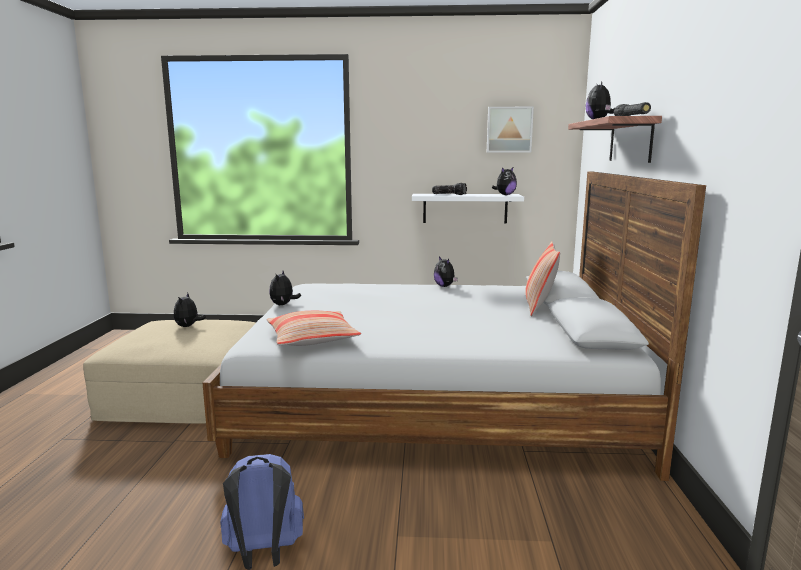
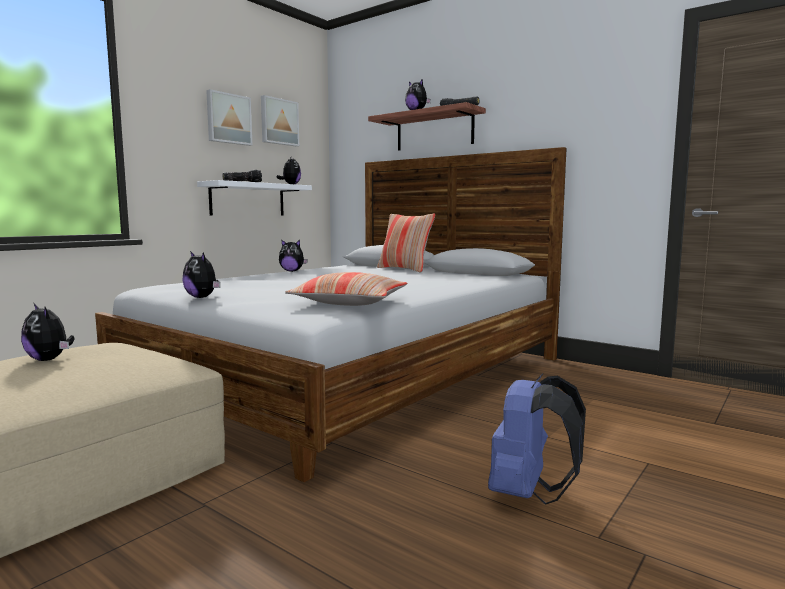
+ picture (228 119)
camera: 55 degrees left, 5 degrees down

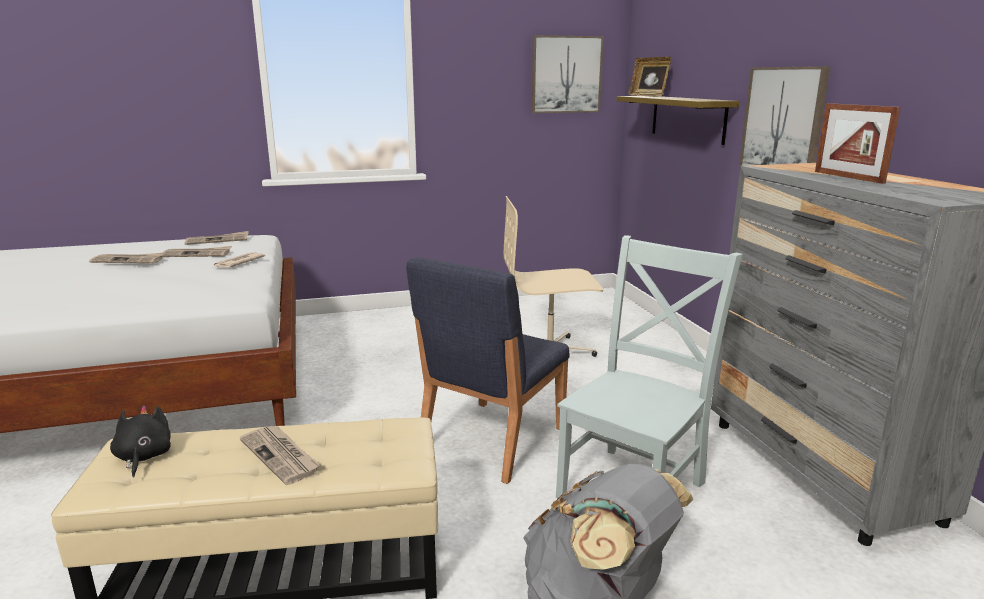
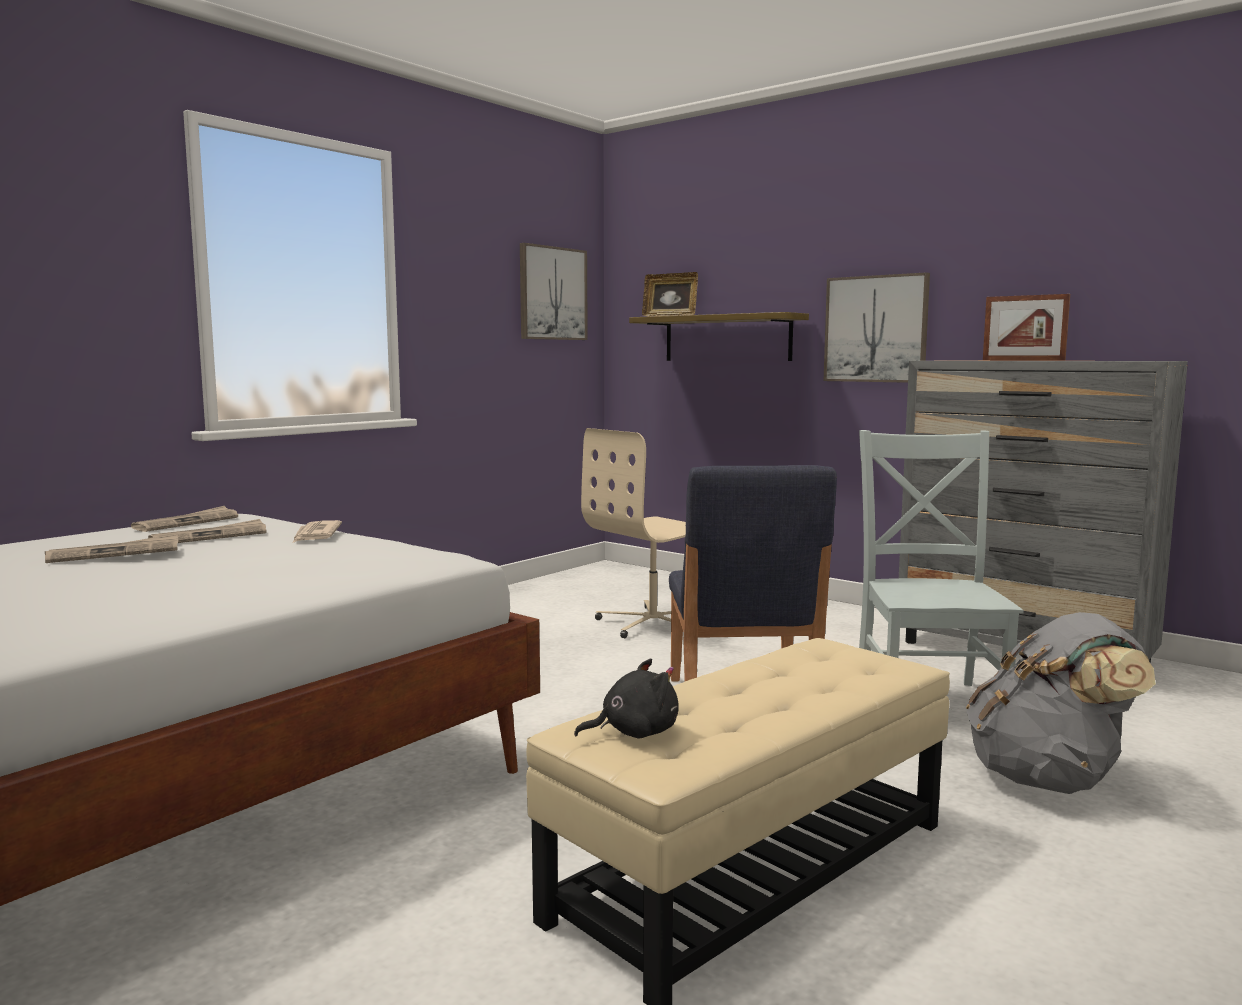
~ black_cuddly_toy (143 457) = (634 733) 120 degrees clockwise
- printed_paper (281 456)
camera: 35 degrees left, 10 degrees down

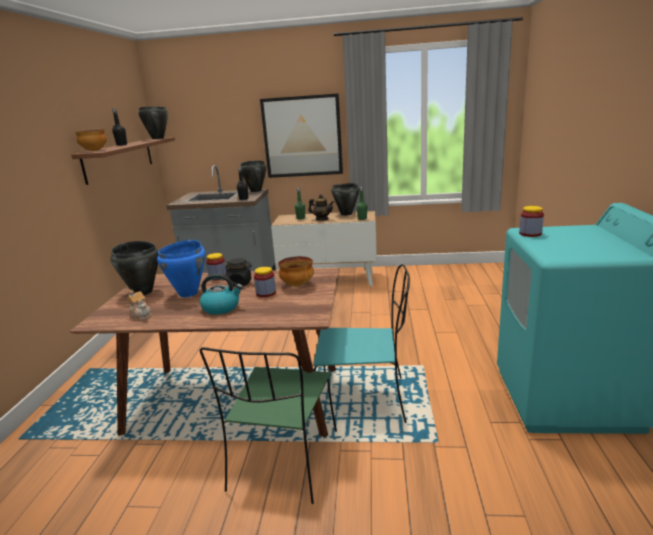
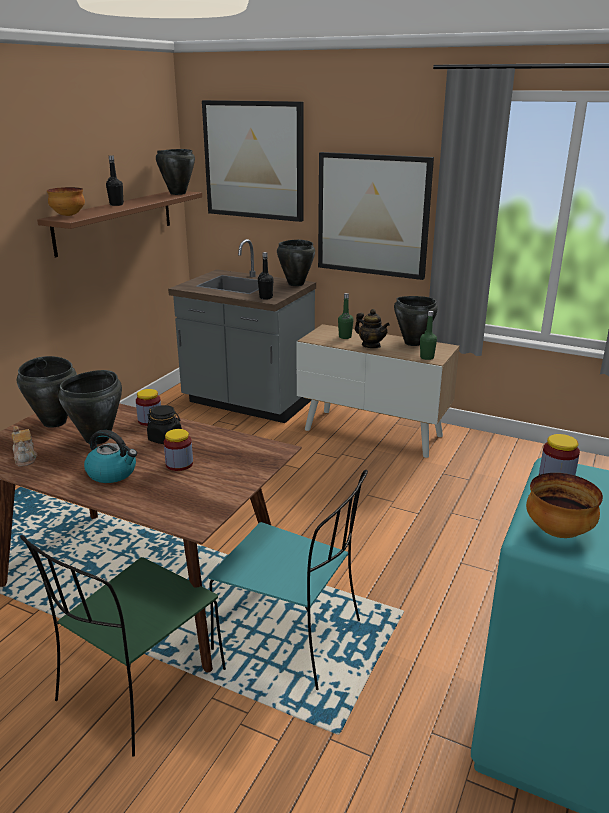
~ bluish_stockpot (189 293) to black_stockpot (98 439)
~ deep_dish (297 285) to (557 531)
+ picture (254 160)
camera: 20 degrees right, 5 degrees up

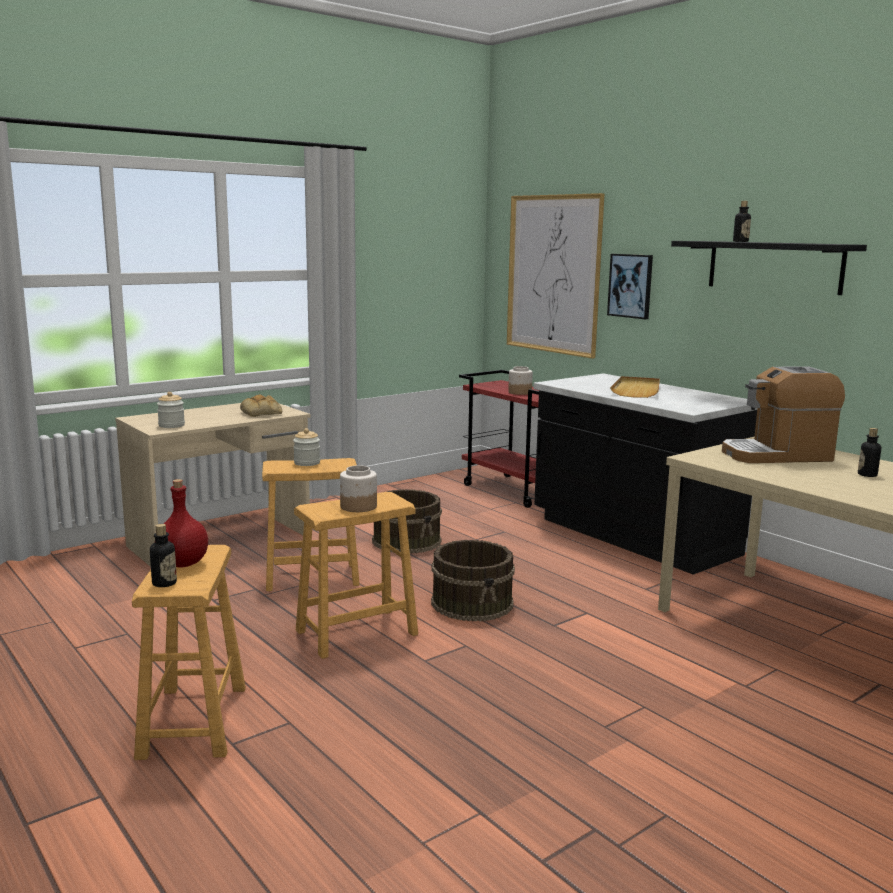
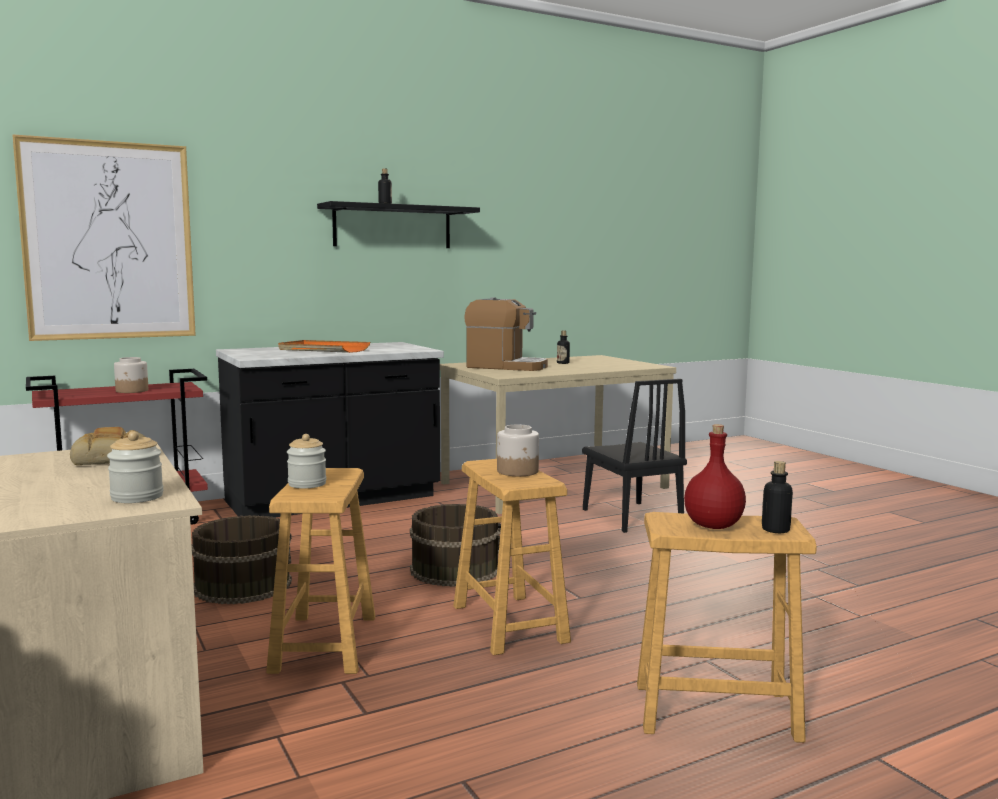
- picture (630 286)
~ coffee_machine (777 455) = (506 367) 75 degrees counterclockwise
~ beige_carrying_tray (637 390) to orangey_carrying_tray (323 350)
+ black_upright_chair (631 516)
camera: 80 degrees left, 5 degrees down

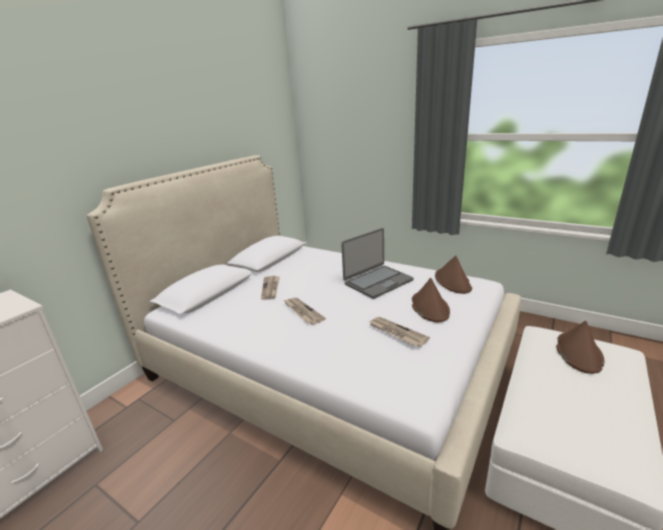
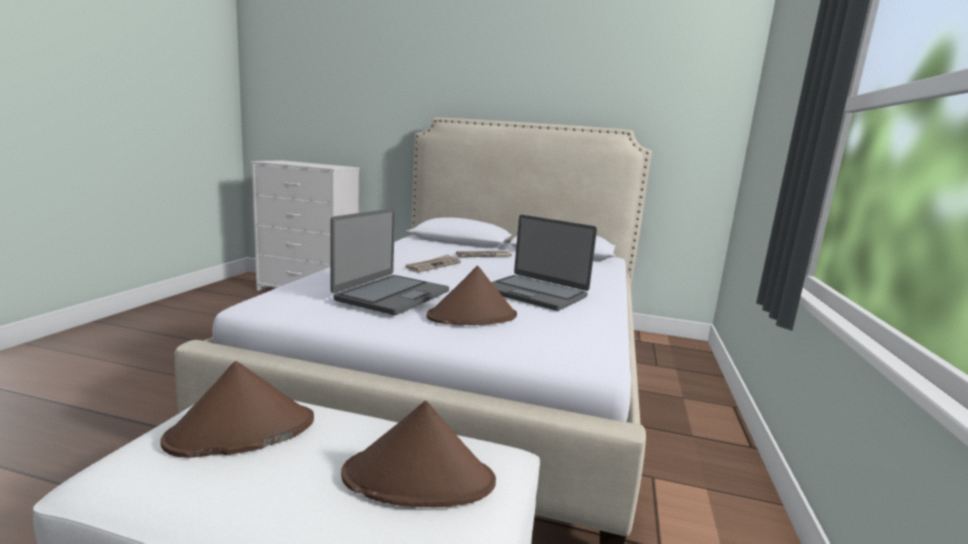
~ brown-coloured_wearable_hat (452 282) to (241 432)
~ printed_paper (396 333) to notebook_computer (391 295)
camera: 70 degrees right, 10 degrees down

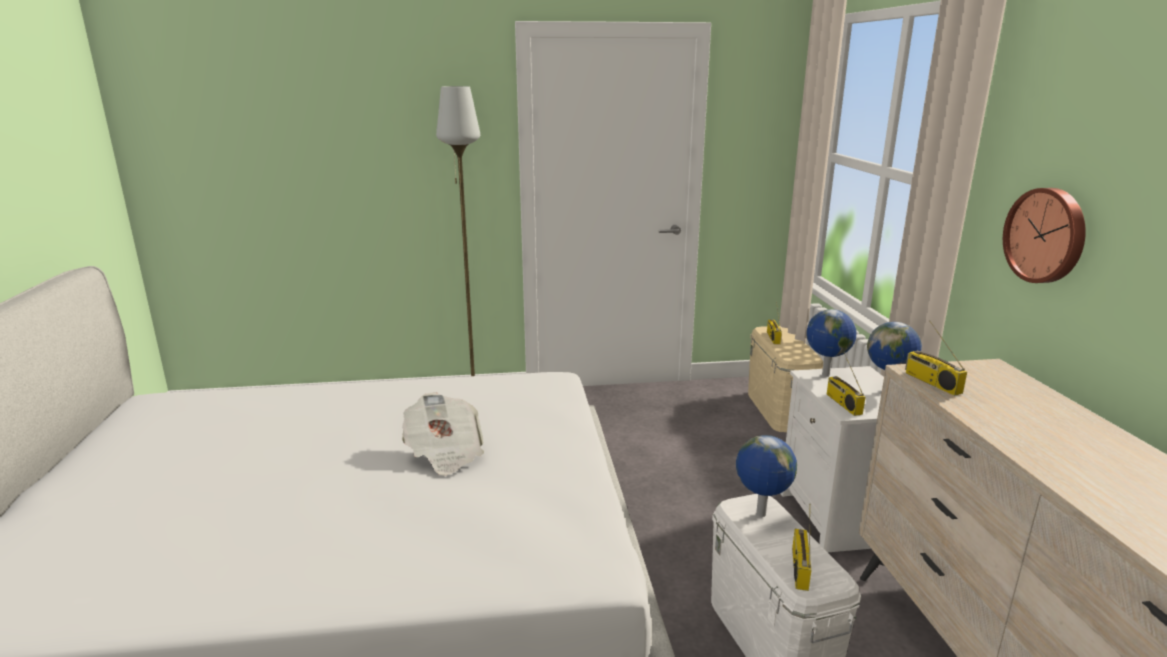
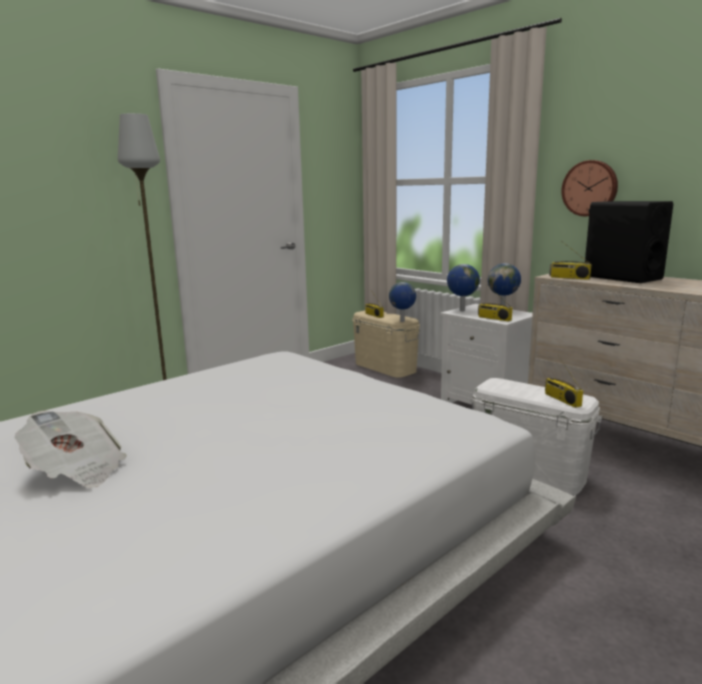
~ printed_paper (445 453) to (77 470)
~ world_globe (760 514) to (402 321)
+ black_loudspeaker (622 277)
camera: 35 degrees left, 5 degrees down

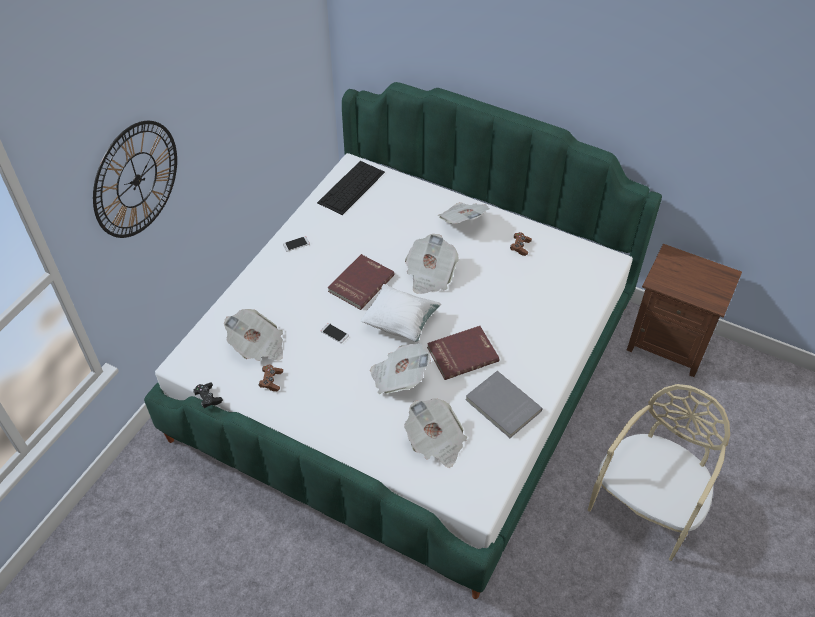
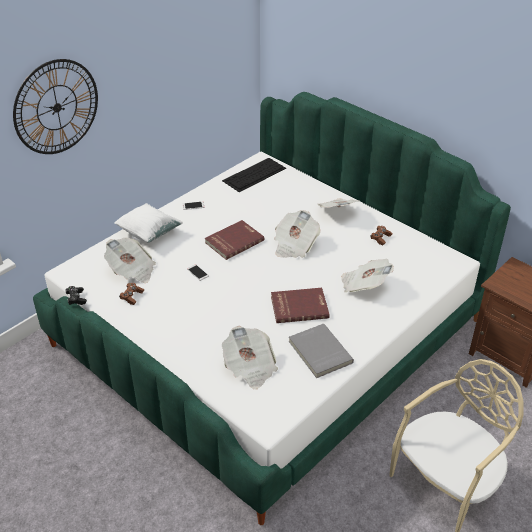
~ white_cushion (400 323) to (149 233)
~ printed_paper (399 377) to (364 285)
camera: 15 degrees right, 10 degrees down

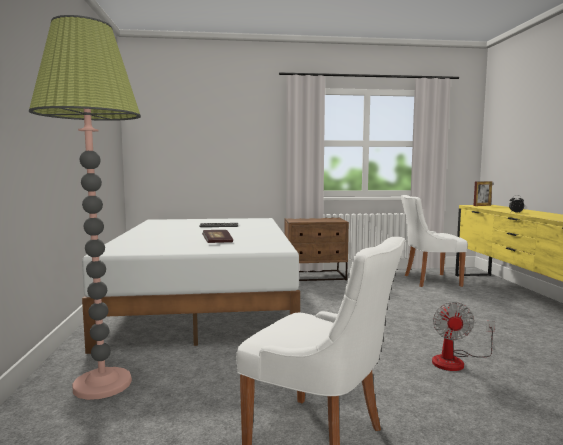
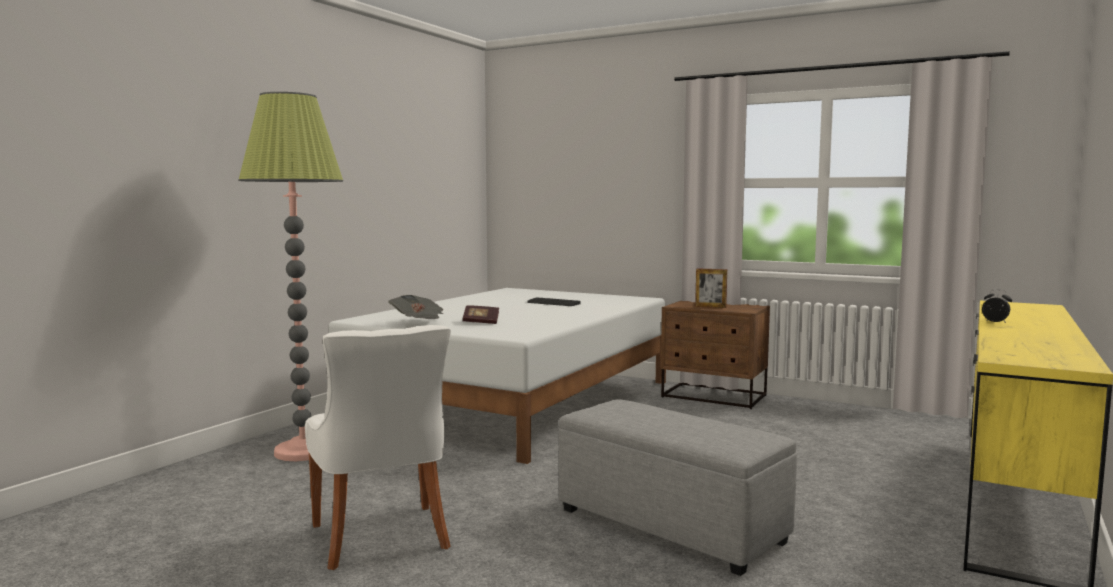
~ standing_frame (482 205) to (710 307)
- white_upright_chair (429 280)
~ fan (455 361) to gray_footrest (671 526)
+ printed_paper (418 323)
camera: 35 degrees right, 0 degrees up

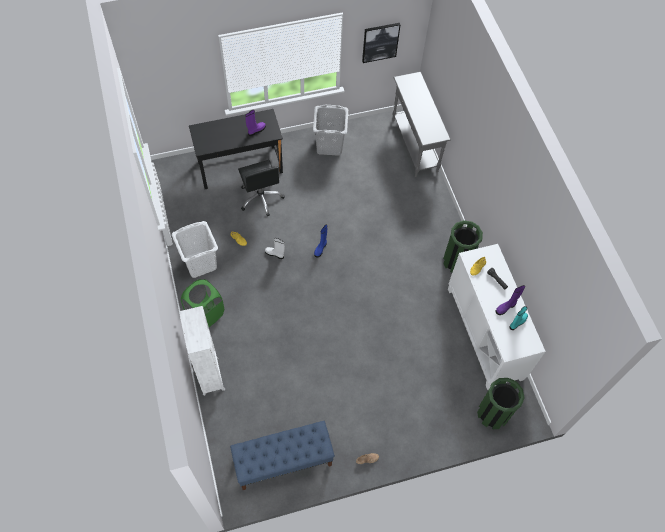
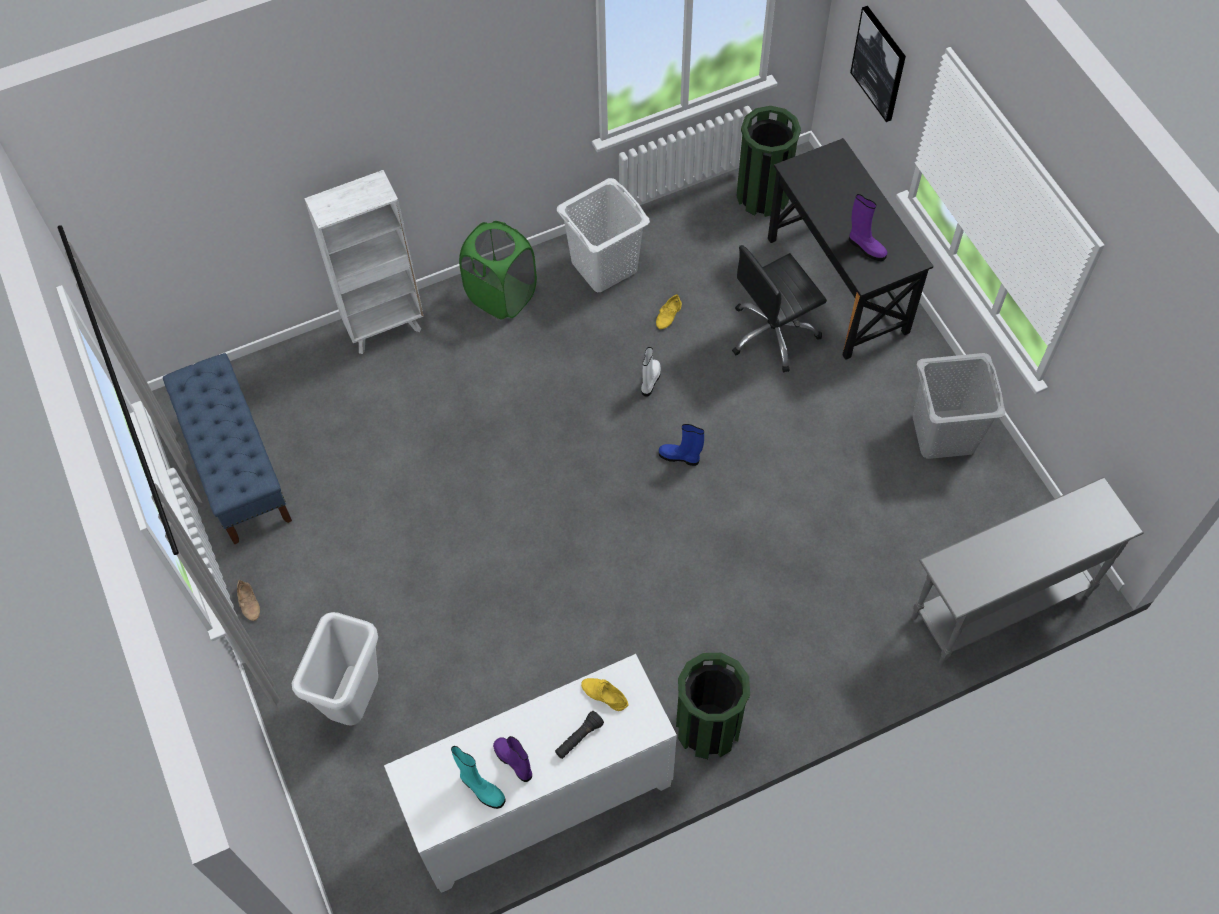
~ picture (380 42) to (879 63)
~ greenish_trash_can (493 414) to (763 195)
+ white_trash_can (356 702)
camera: 85 degrees right, 0 degrees up

